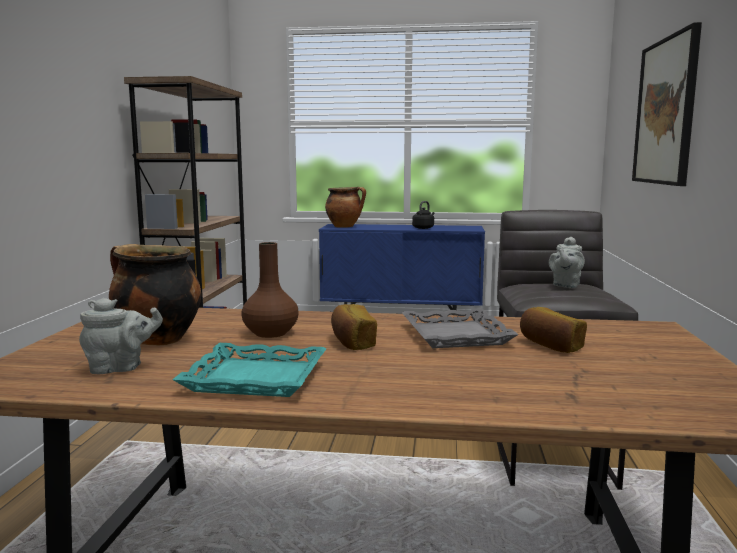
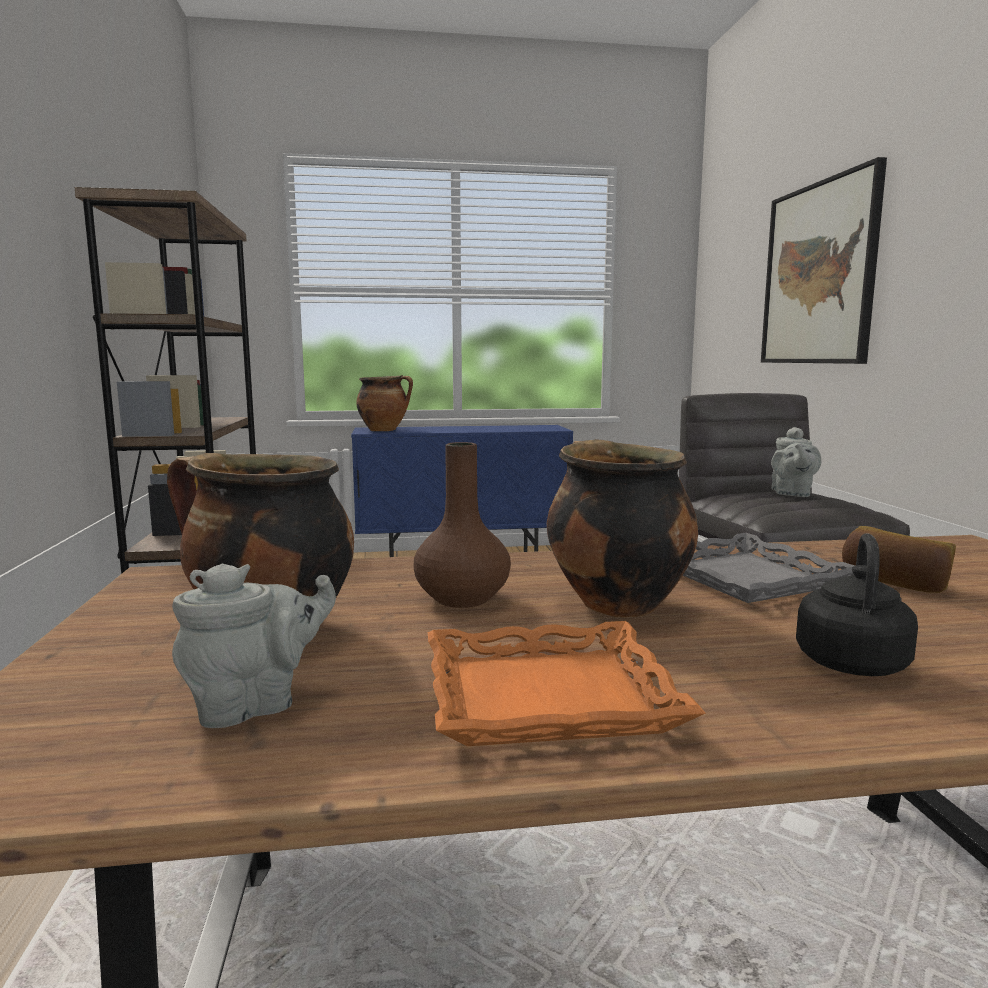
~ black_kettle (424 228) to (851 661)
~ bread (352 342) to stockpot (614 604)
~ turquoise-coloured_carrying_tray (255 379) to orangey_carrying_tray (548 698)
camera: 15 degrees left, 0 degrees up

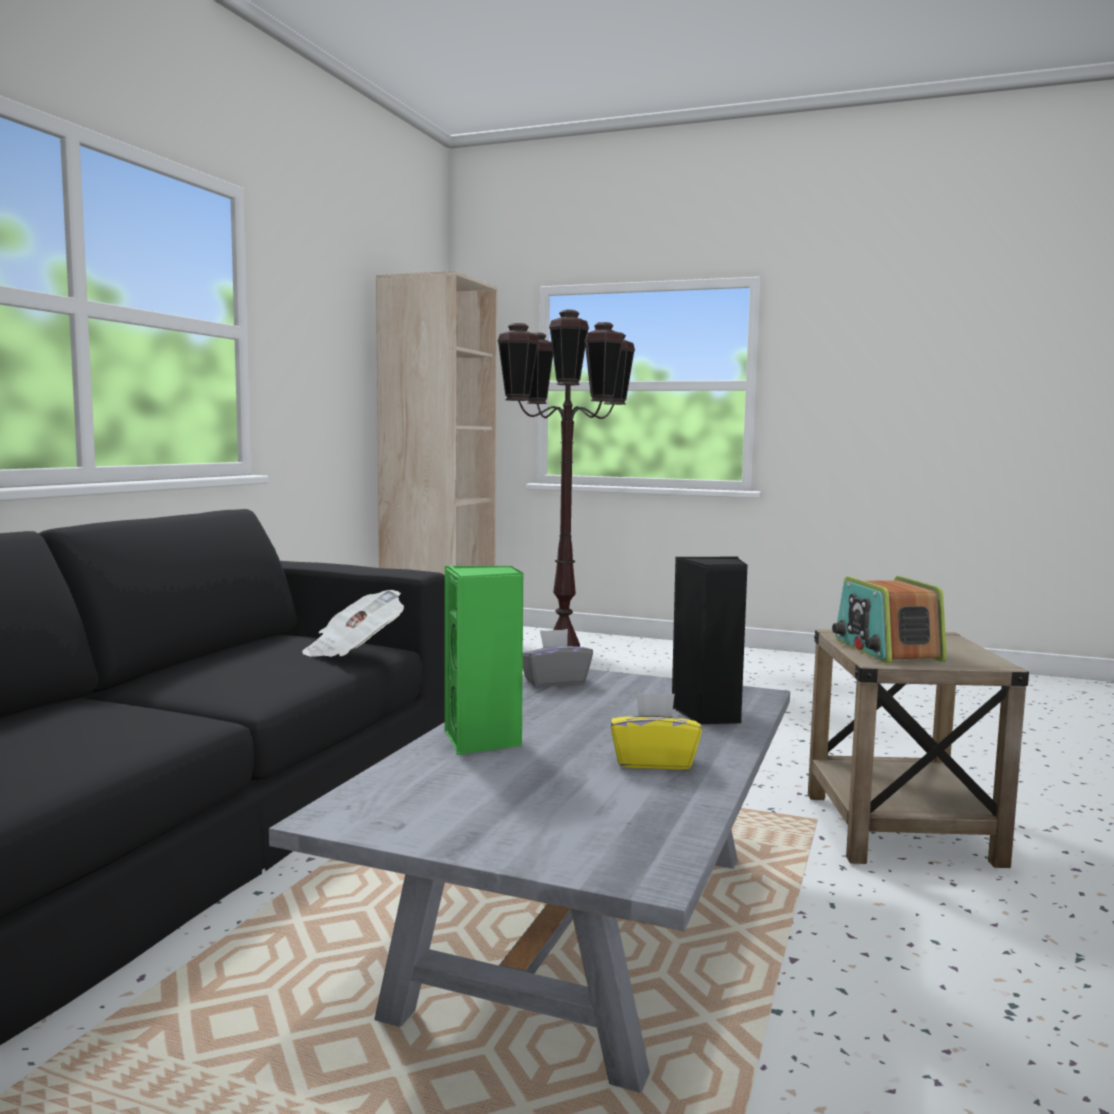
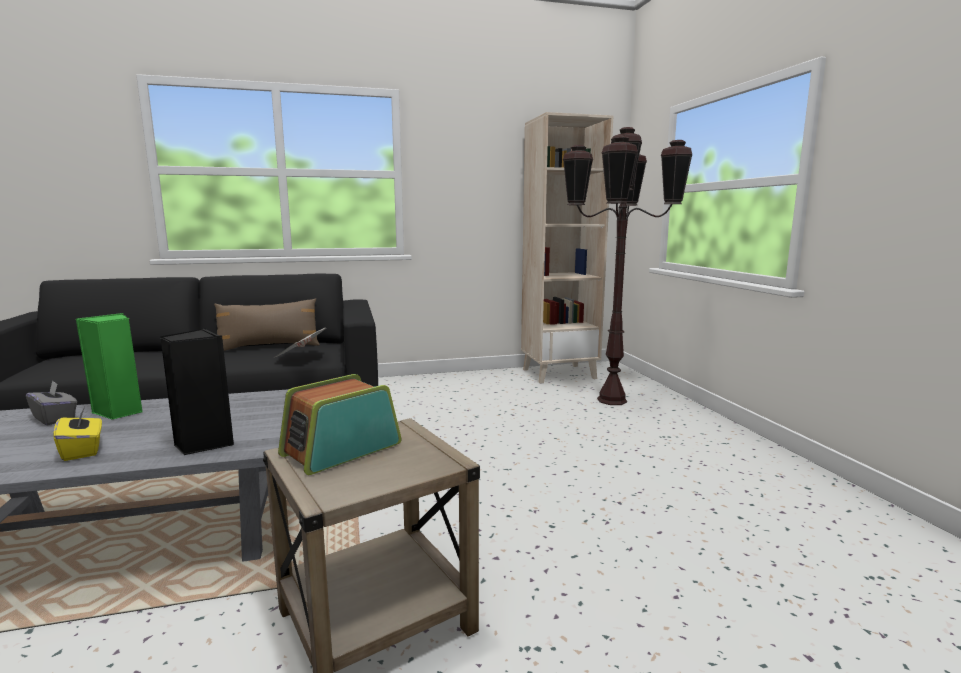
~ gray_tissue_holder (554 681) to (55 418)
+ brown-coloured_cushion (269 347)
camera: 55 degrees right, 5 degrees up

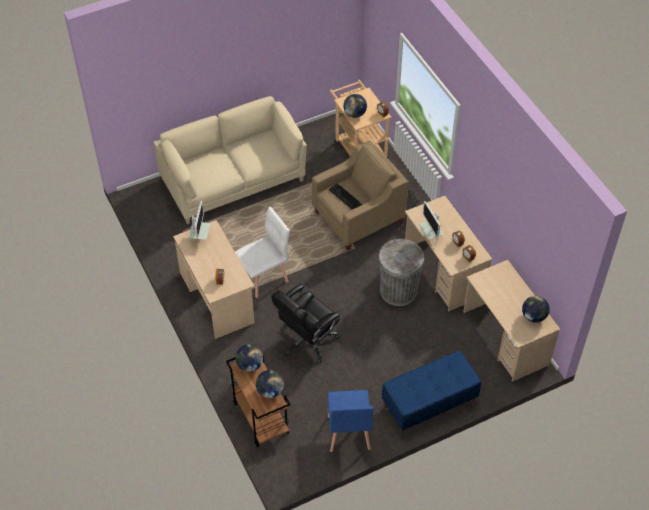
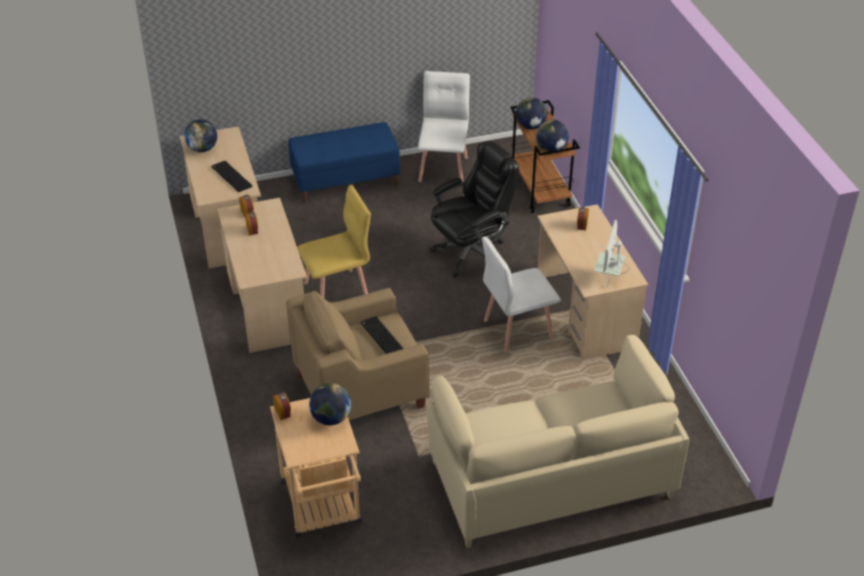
- monitor (431 236)
~ gray_trash_can (398 291) to yellow_upright_chair (337 291)
~ bluish_upright_chair (348 433) to white_upright_chair (443 169)
+ keyboard (230 177)
camera: 170 degrees left, 10 degrees down

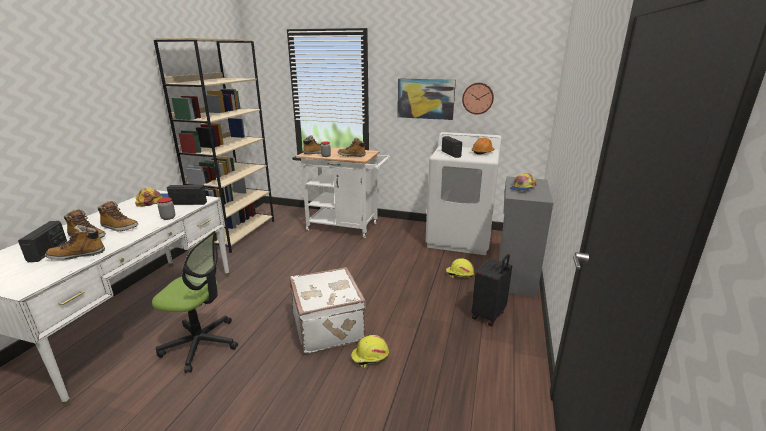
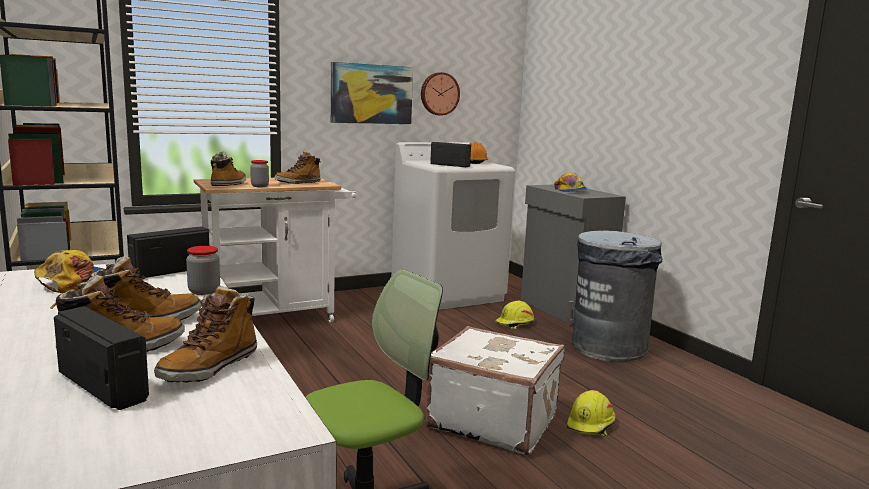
~ black_travel_case (489 315) to gray_trash_can (609 347)
camera: 45 degrees left, 10 degrees down

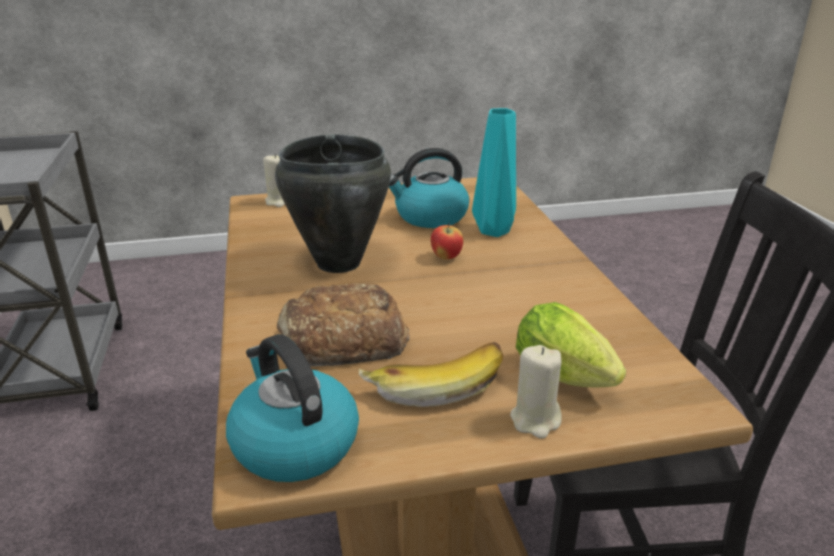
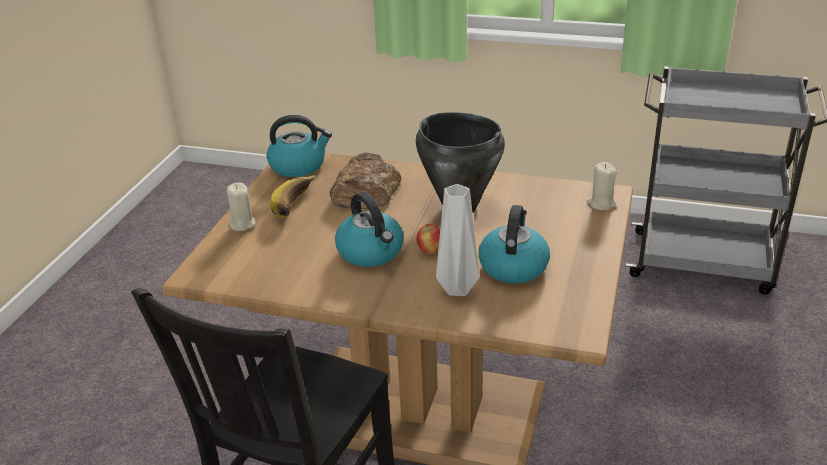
~ turquoise-coloured_decorative_vase (492 231) to gray_decorative_vase (459 288)
- lettuce_head (568 379)
+ kettle (371 252)
camera: 120 degrees right, 5 degrees up

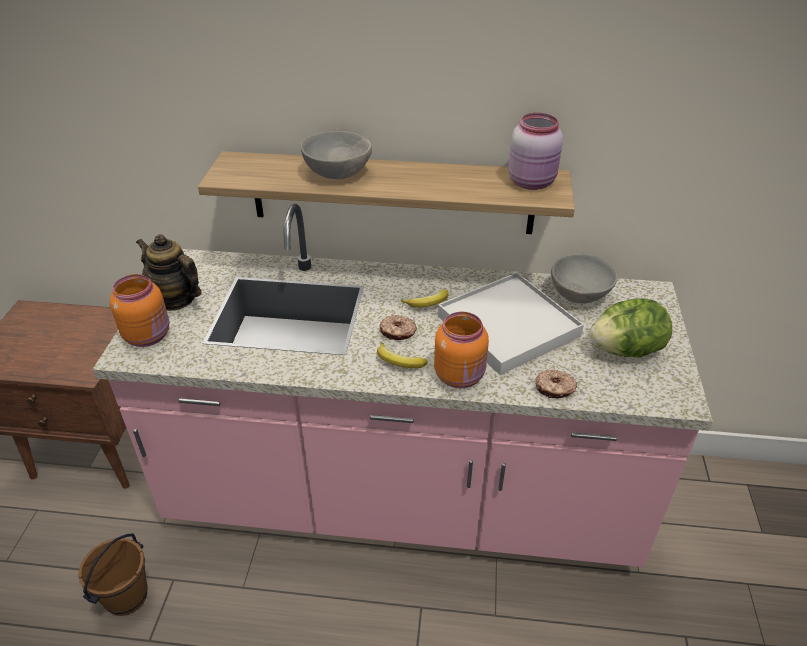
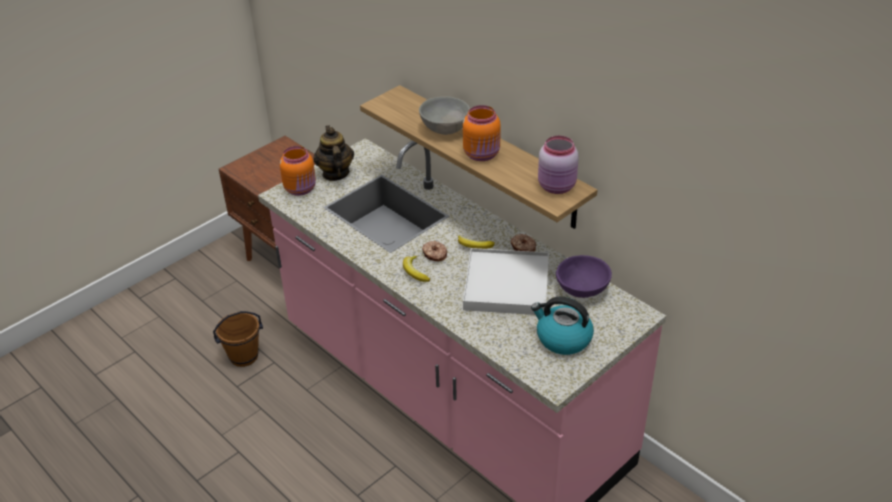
~ gray_deep_dish (580 296) to purplish_deep_dish (582 291)
~ lettuce_head (625 350) to kettle (562 338)
~ orangey_storage_jar (460 375) to (482 155)
~ doughnut (554 389) to (523 247)
camera: 40 degrees right, 0 degrees up

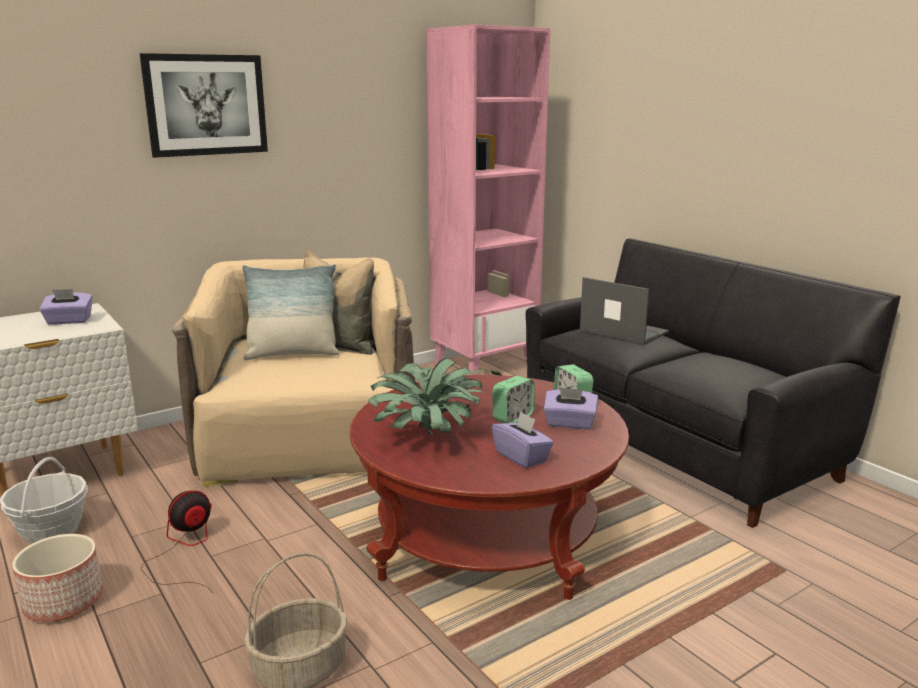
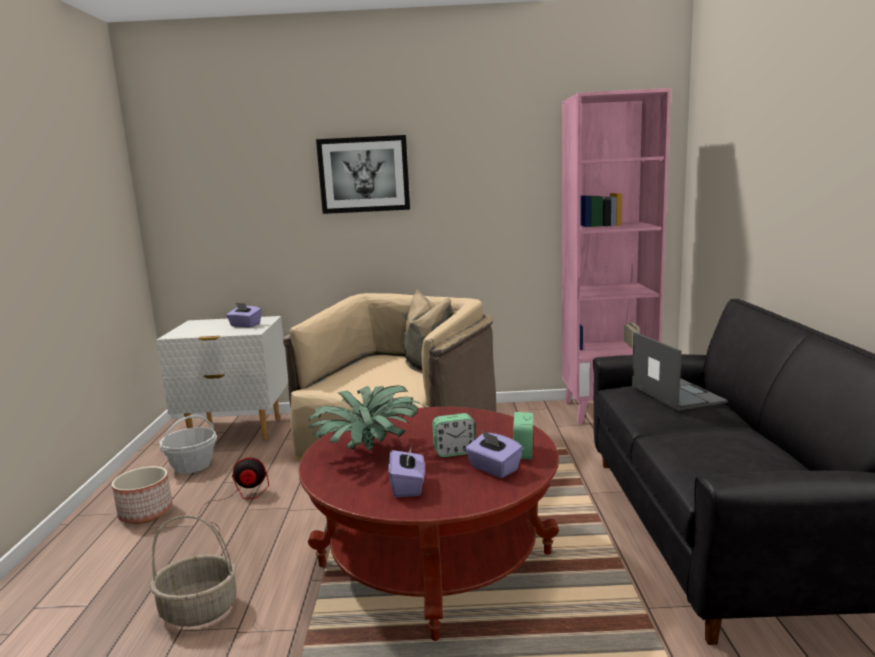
- cushion (292 354)
camera: 35 degrees right, 5 degrees down

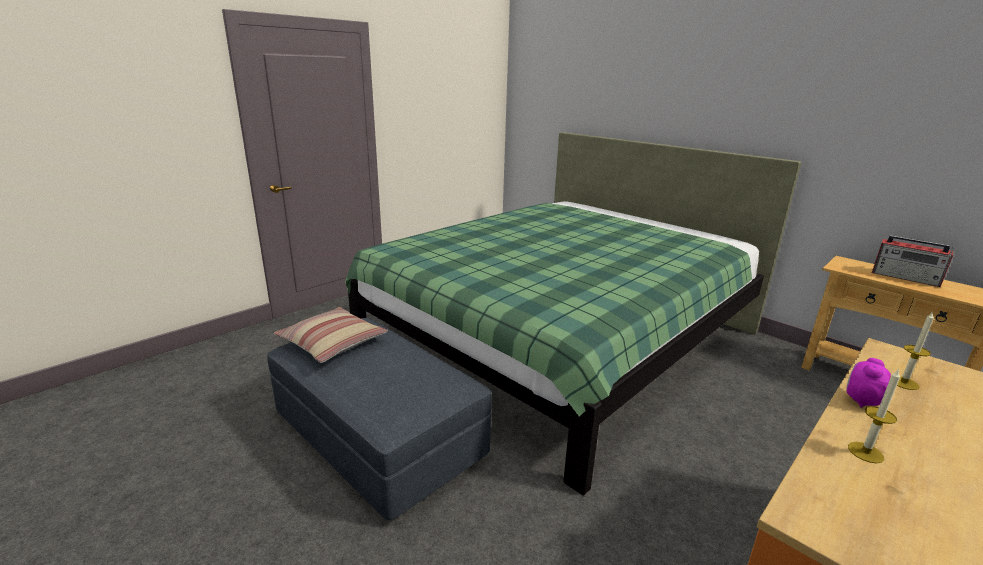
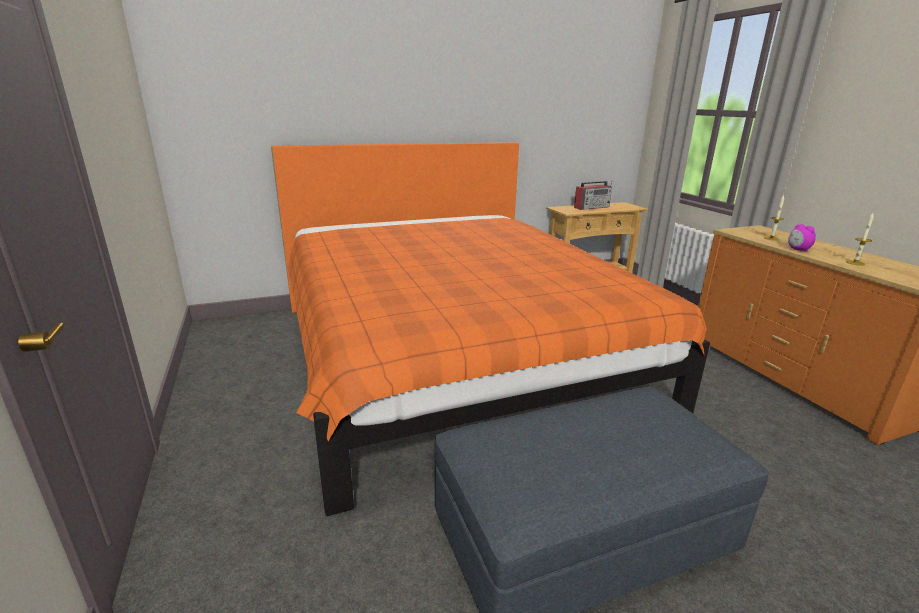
~ greenish_bed (560 337) to orangey_bed (451 356)
- cushion (332 343)
camera: 65 degrees left, 0 degrees up

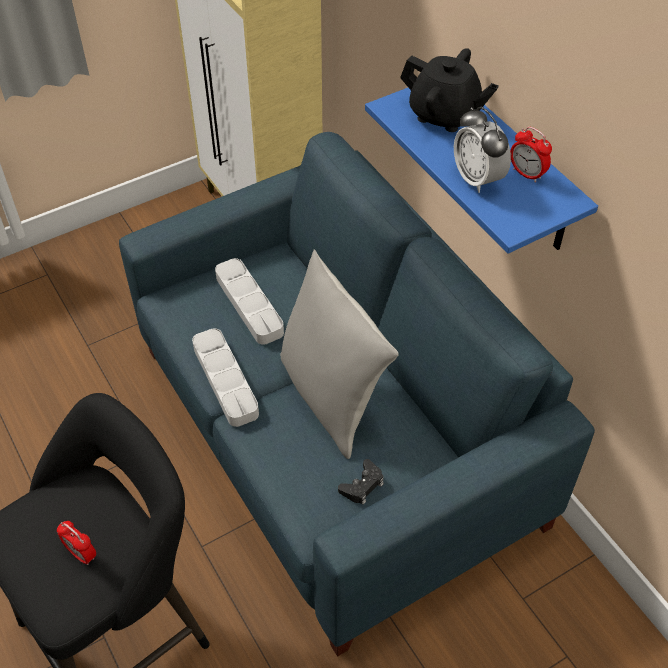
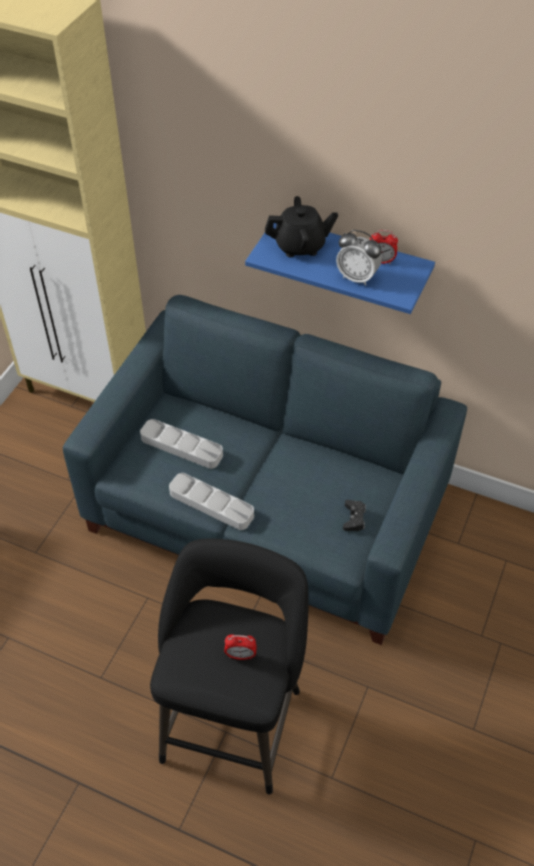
- gray_cushion (331 397)
camera: 35 degrees left, 0 degrees up

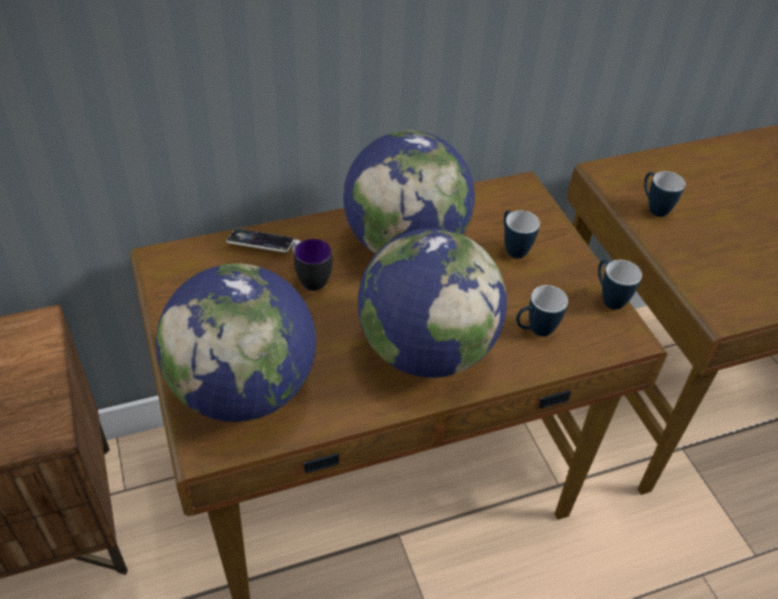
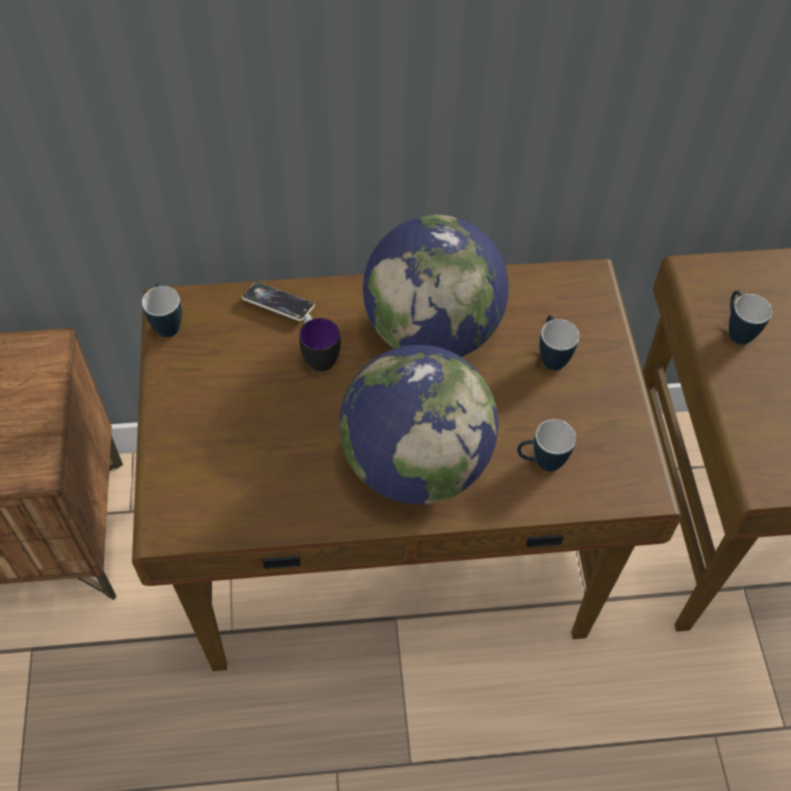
~ mug (608 298) to (167 323)
- world_globe (244 390)
camera: 15 degrees right, 10 degrees up

